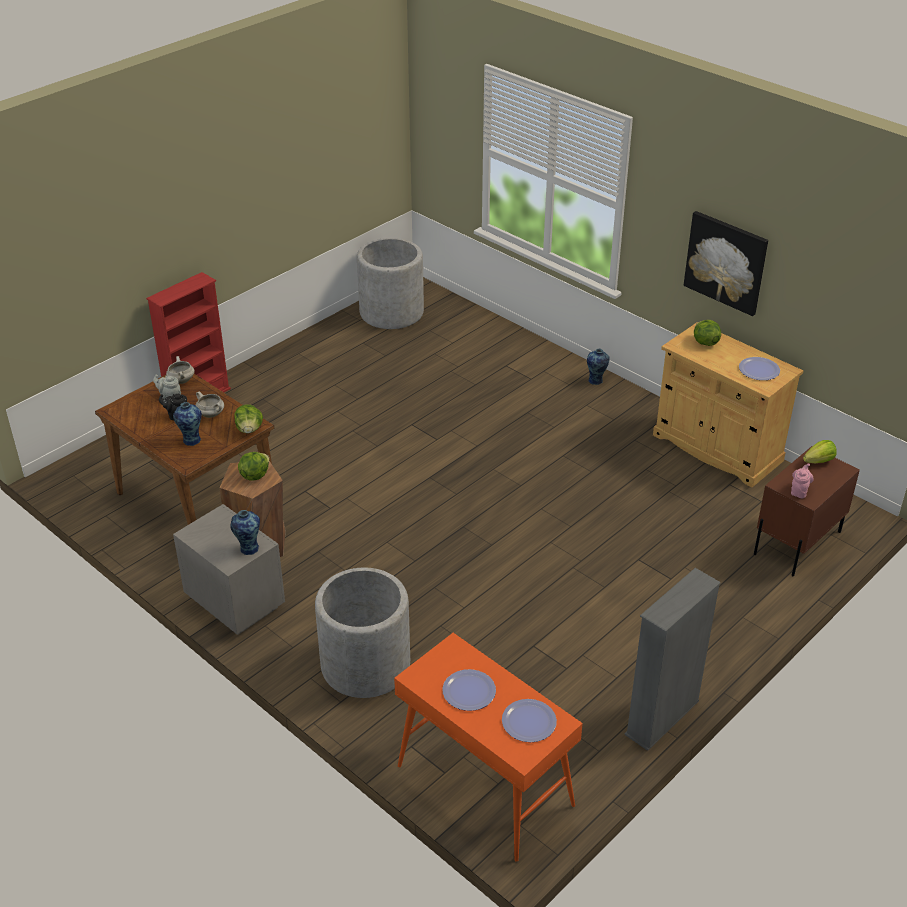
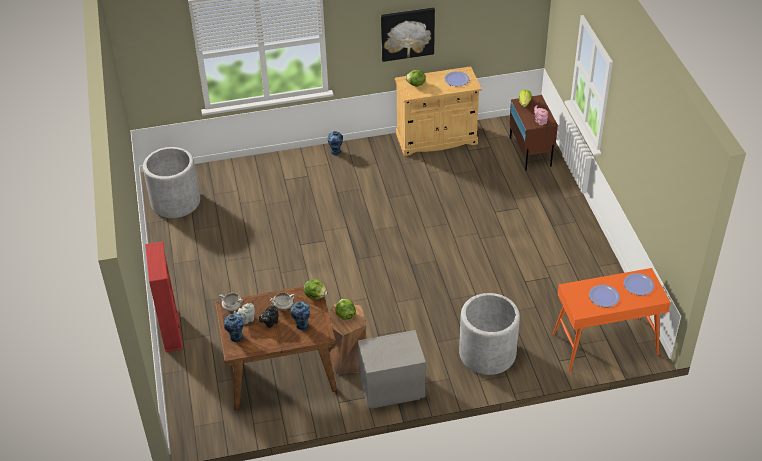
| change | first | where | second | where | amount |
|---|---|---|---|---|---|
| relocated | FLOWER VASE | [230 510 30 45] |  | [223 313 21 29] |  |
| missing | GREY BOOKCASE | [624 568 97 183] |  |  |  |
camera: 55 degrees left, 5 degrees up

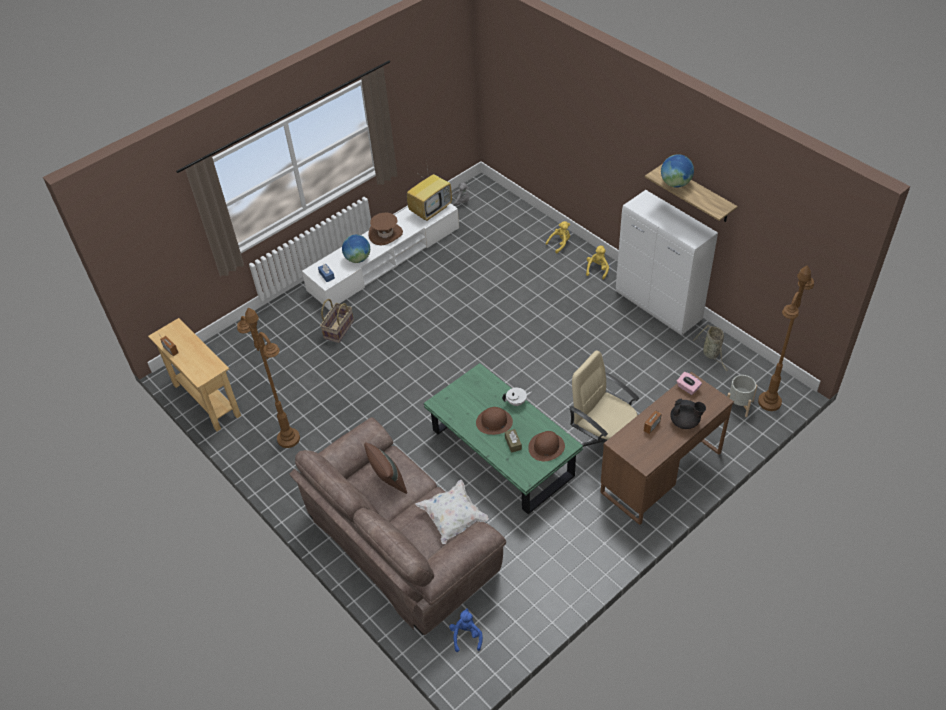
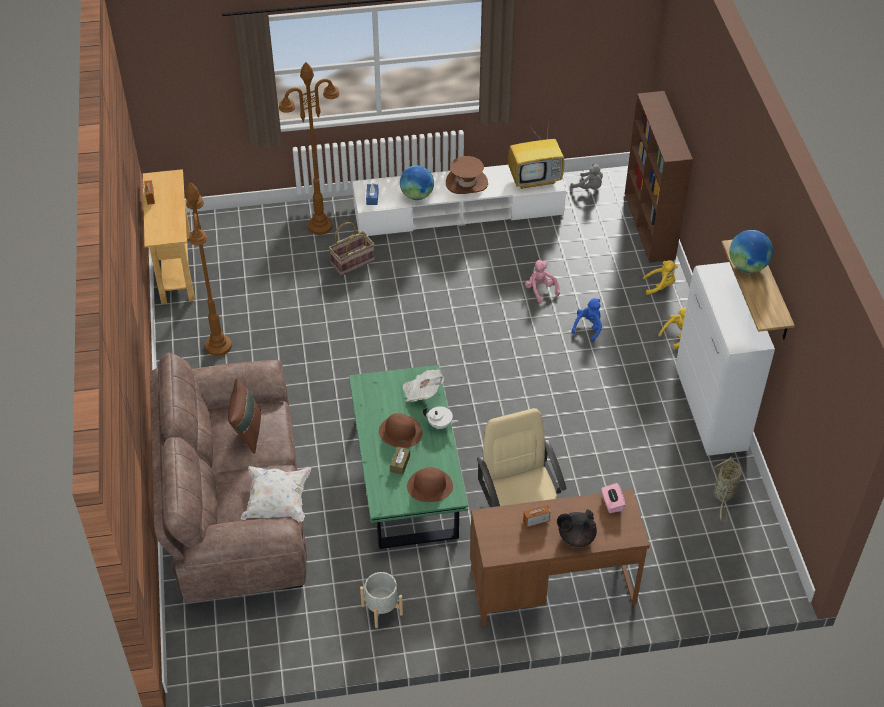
| change | first | where | second | where | amount |
|---|---|---|---|---|---|
| relocated | BROWN-COLOURED STANDARD LAMP | [758 265 56 146] |  | [279 62 61 173] |  |
| relocated | GREY FLOWER POT | [727 375 31 42] |  | [360 572 43 56] |  |
| appeared |  |  | PRINTED PAPER | [403 370 41 32] |  |
| appeared |  |  | PINK SOFT TOY | [525 260 35 43] |  |
| spun | BLACKISH POT FOR TEA | [670 398 36 31] |  | [557 509 40 38] | 120 degrees clockwise |
| relocated | BLUE SOFT TOY | [449 608 34 44] |  | [572 298 30 44] |  |
| appeared |  |  | BROWN-COLOURED BOOKCASE | [625 91 68 172] |  |
camera: 30 degrees right, 0 degrees up

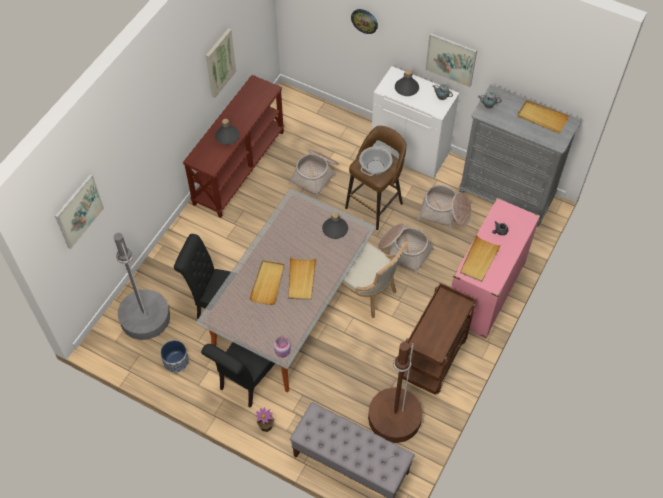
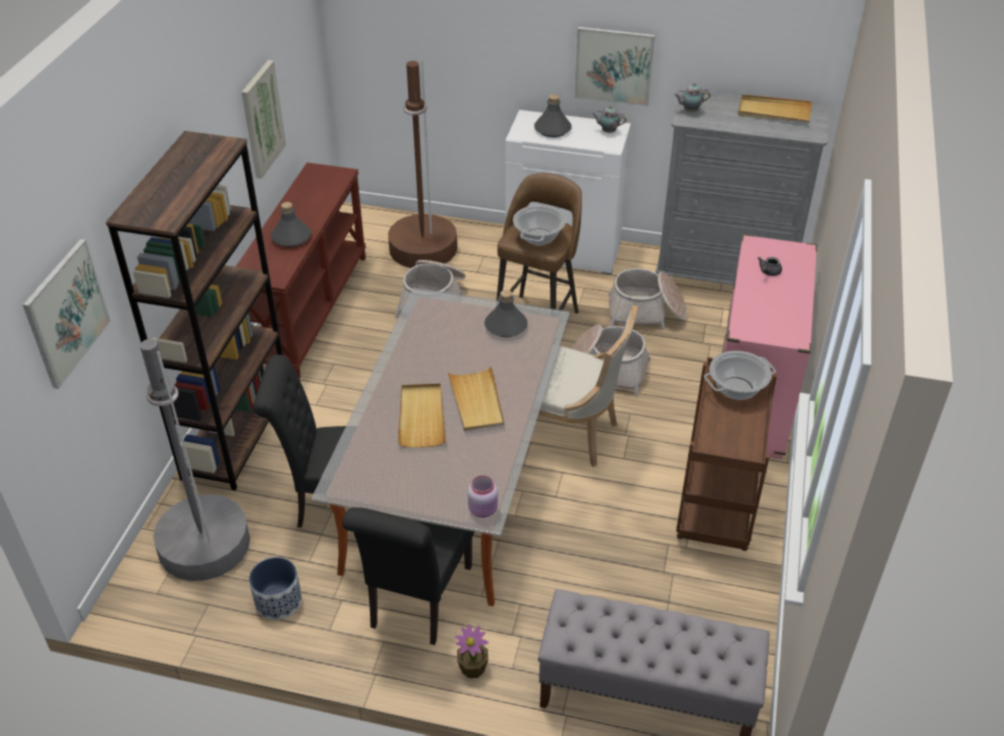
| change | first | where | second | where | amount |
|---|---|---|---|---|---|
| appeared |  |  | BROWN-COLOURED BOOKCASE | [106 131 177 360] |  |
| relocated | BROWN-COLOURED STANDARD LAMP | [368 342 54 101] |  | [388 61 69 207] |  |
| appeared |  |  | COOKING POT | [704 351 72 49] |  |
| missing | CLOCK ON THE WALL | [351 9 27 25] |  |  |  |
| missing | BEIGE-COLOURED SERVING TRAY | [460 235 41 47] |  |  |  |
camera: 15 degrees left, 15 degrees down

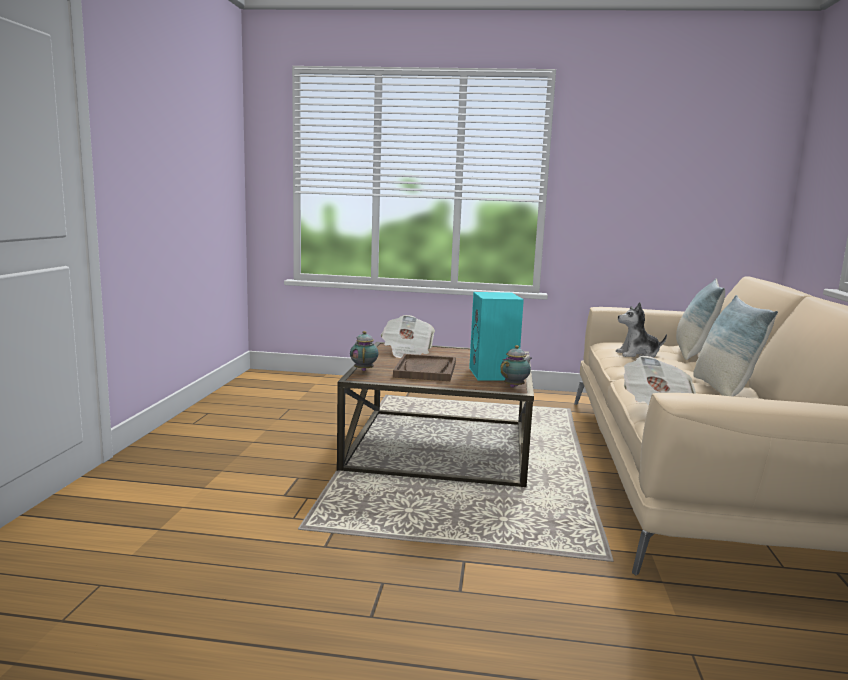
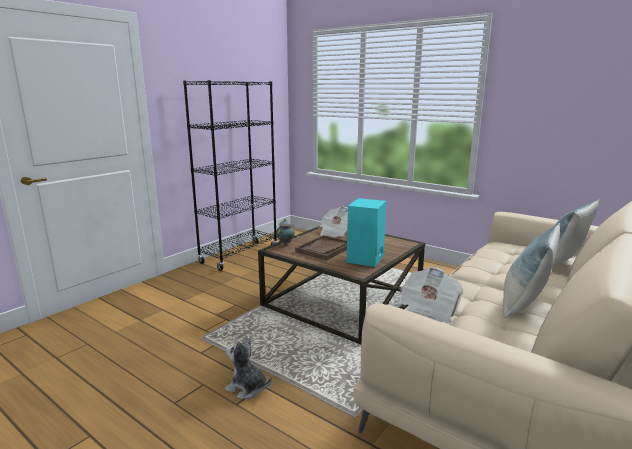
| change | first | where | second | where | amount |
|---|---|---|---|---|---|
| appeared |  |  | BLACKISH BOOKCASE | [183 80 94 191] |  |
| relocated | SOFT TOY | [616 302 51 56] |  | [225 338 47 61] |  |
| missing | POT FOR TEA | [500 345 32 43] |  |  |  |
camera: 30 degrees right, 5 degrees up

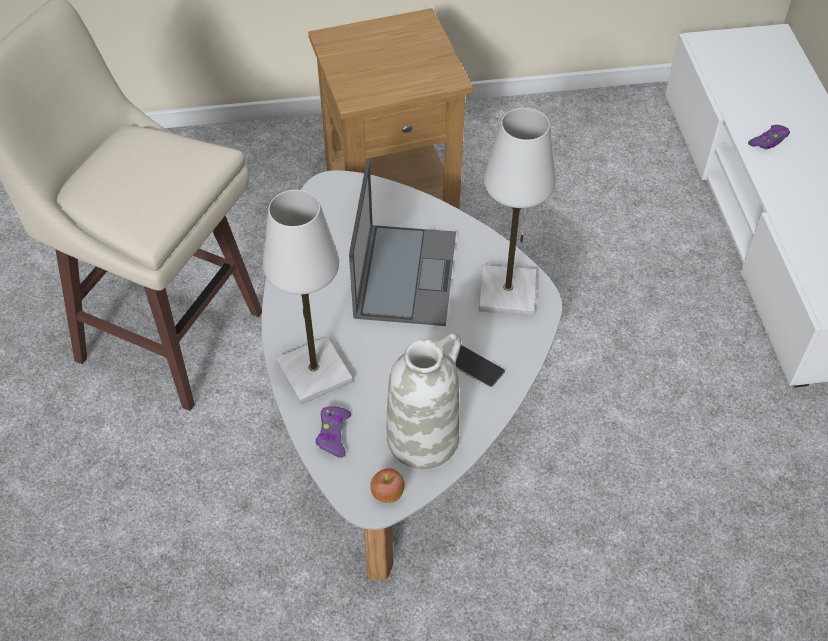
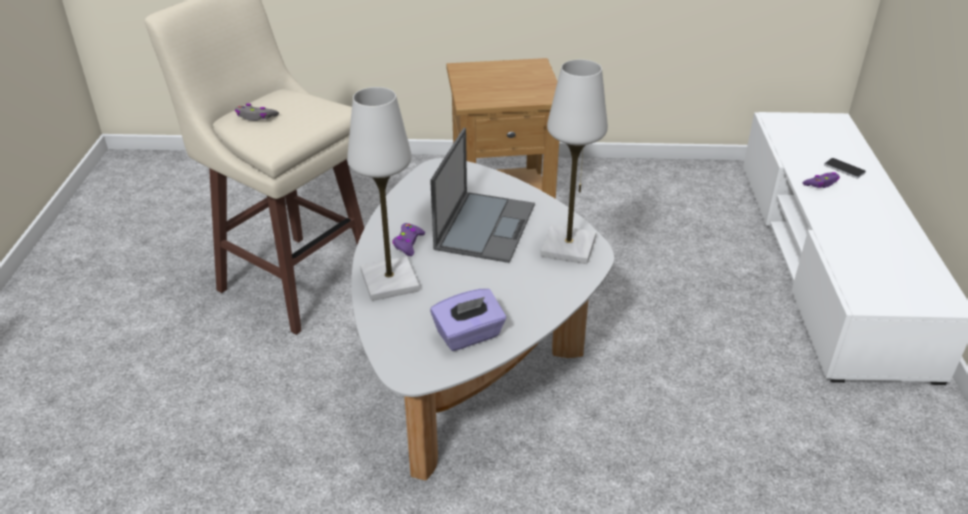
| change | first | where | second | where | amount |
|---|---|---|---|---|---|
| appeared |  |  | GREY GAMEPAD | [235 103 44 18] |  |
| relocated | PURPLE-COLOURED GAMEPAD | [316 406 35 52] |  | [392 223 33 33] |  |
| exchanged | WHITE FLOWER VASE | [387 333 74 136] | PURPLE-COLOURED TISSUE HOLDER | [430 289 76 62] |  |
| relocated | PHONE | [456 345 49 43] |  | [824 158 42 20] |  |
| missing | WHOLE APPLE | [370 468 35 35] |  |  |  |
camera: 10 degrees right, 15 degrees down

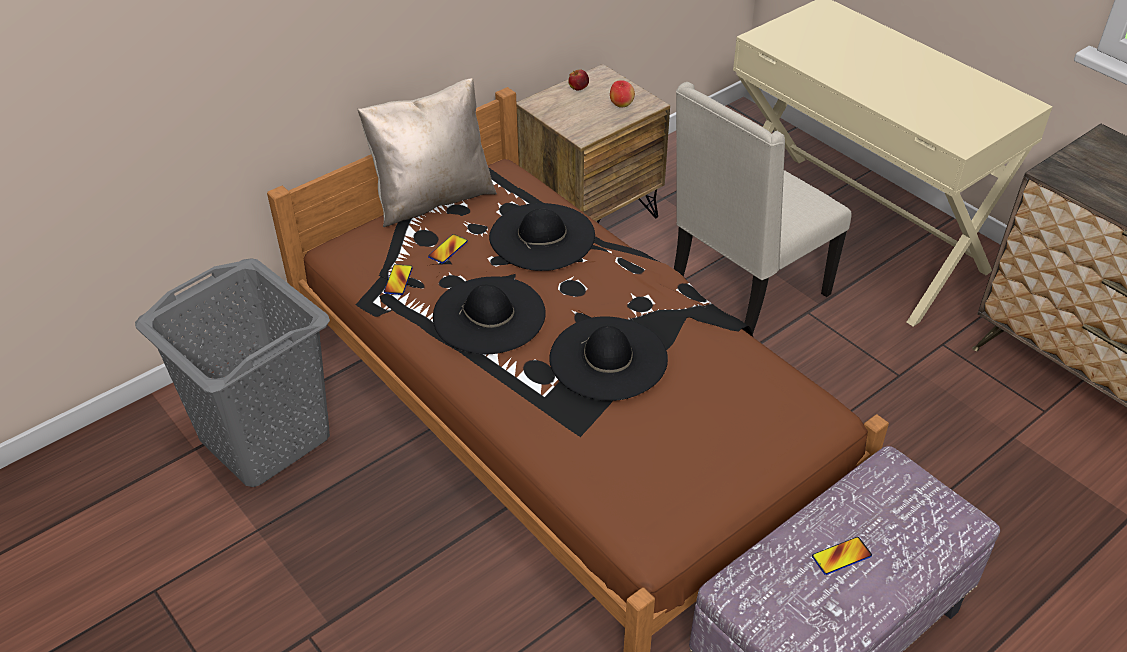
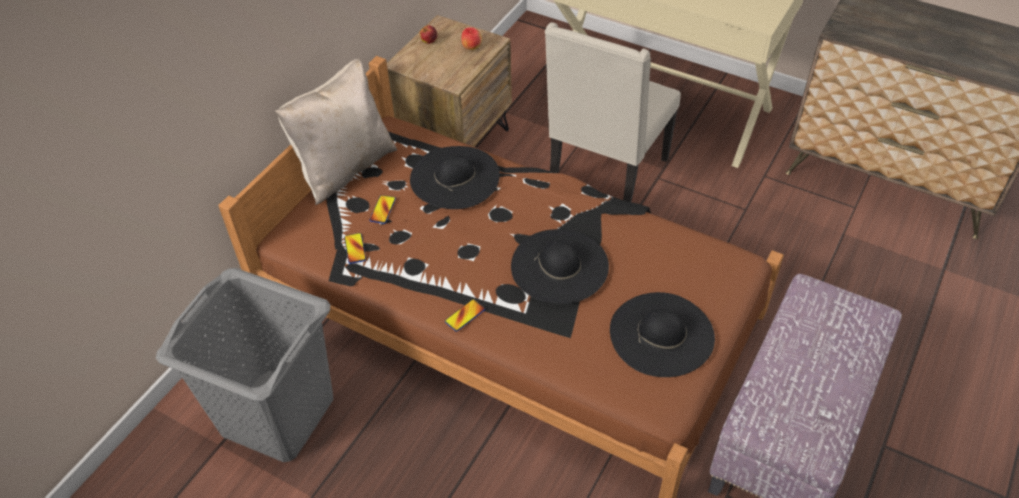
| change | first | where | second | where | amount |
|---|---|---|---|---|---|
| relocated | PHONE | [812 537 60 38] |  | [445 299 40 33] |  |
| relocated | BLACKISH CLOTHING HAT | [433 277 113 77] |  | [610 292 105 85] |  |
camera: 20 degrees left, 5 degrees up

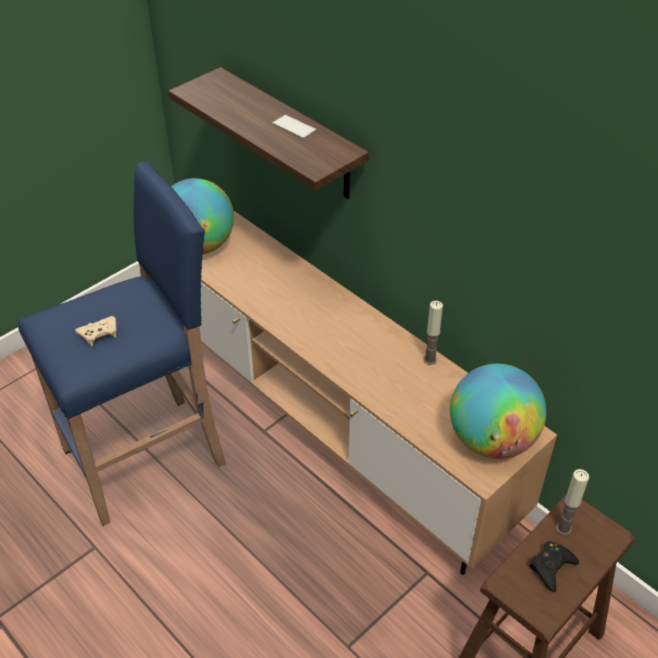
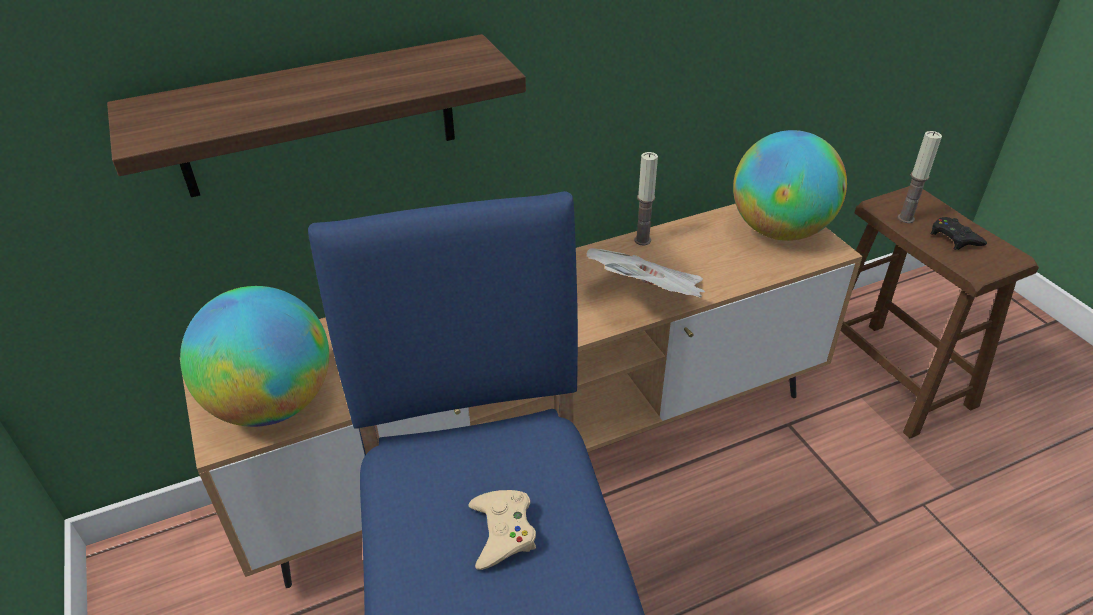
| change | first | where | second | where | amount |
|---|---|---|---|---|---|
| appeared |  |  | PRINTED PAPER | [586 248 119 49] |  |
| missing | PHONE | [272 115 44 23] |  |  |  |
camera: 70 degrees left, 5 degrees down

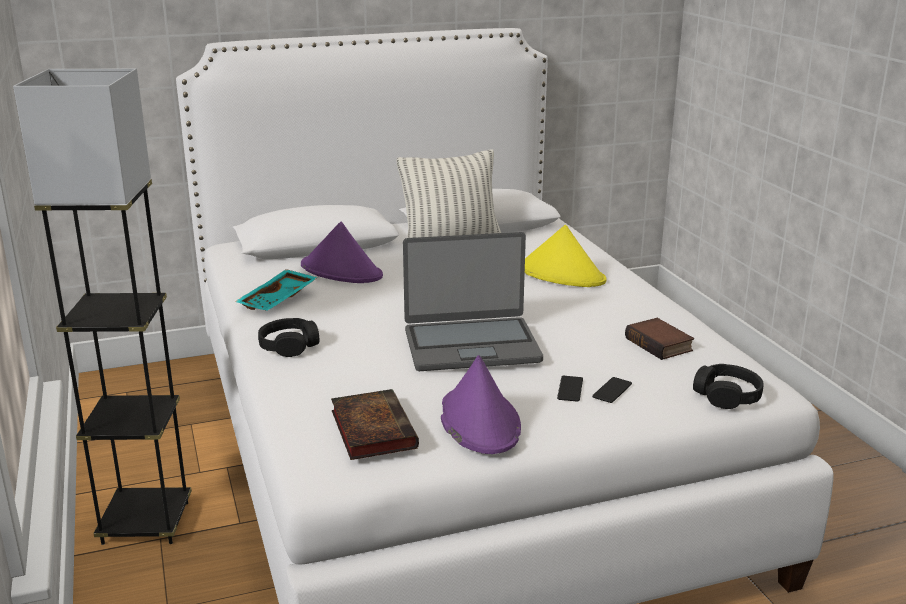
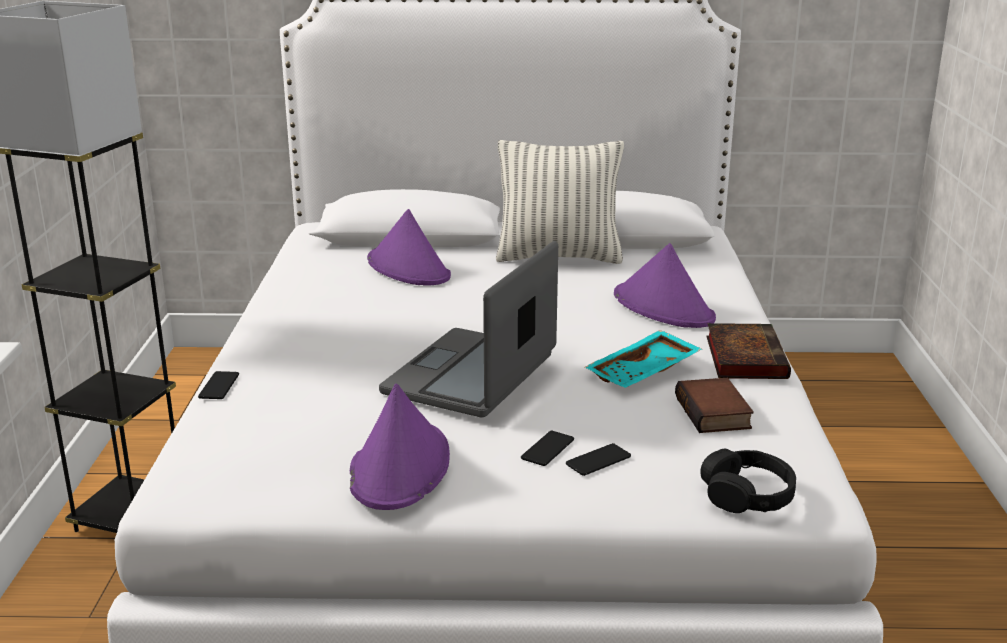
| change | first | where | second | where | amount |
|---|---|---|---|---|---|
| appeared |  |  | PHONE | [198 371 41 28] |  |
| spun | PORTABLE COMPUTER | [403 232 140 139] |  | [379 241 179 177] | 105 degrees clockwise |
| relocated | TURQUOISE-COLOURED SERVING TRAY | [235 269 83 42] |  | [585 330 117 58] |  |
| colour | YELLOW CLOTHING HAT | [525 225 81 62] | PURPLE-COLOURED CLOTHING HAT | [614 243 102 85] |  |
| relocated | BOUND BOOK | [331 389 88 71] |  | [707 323 84 56] |  |
| missing | BLACKISH HEADSET | [258 318 61 39] |  |  |  |
camera: 20 degrees right, 0 degrees up

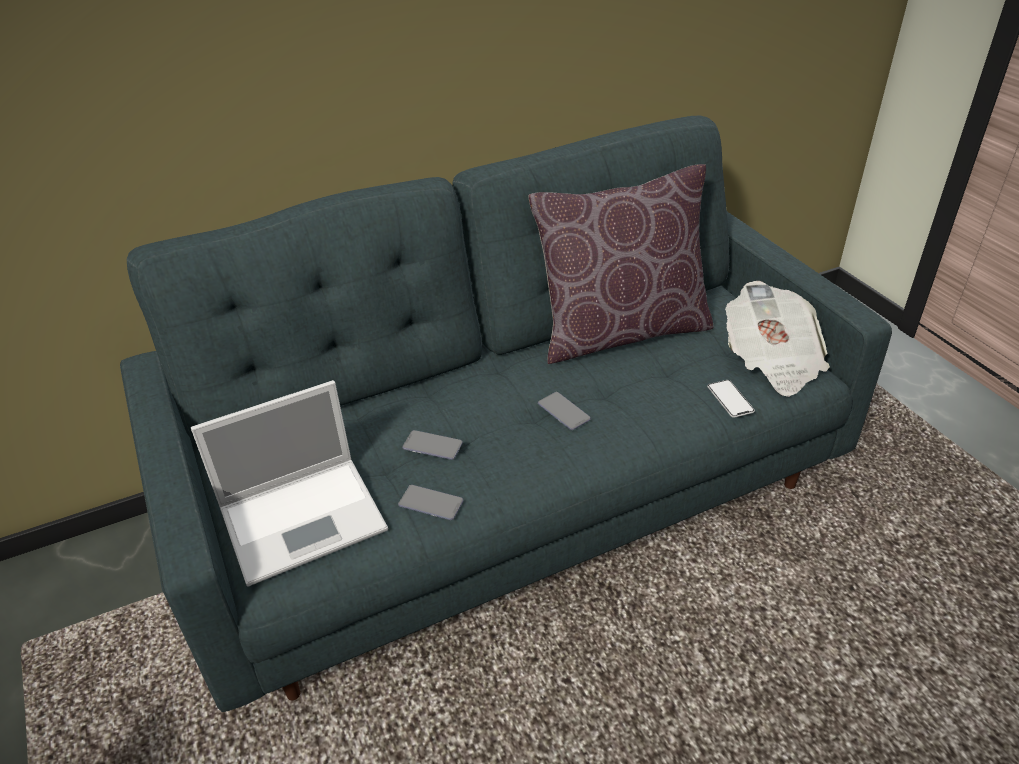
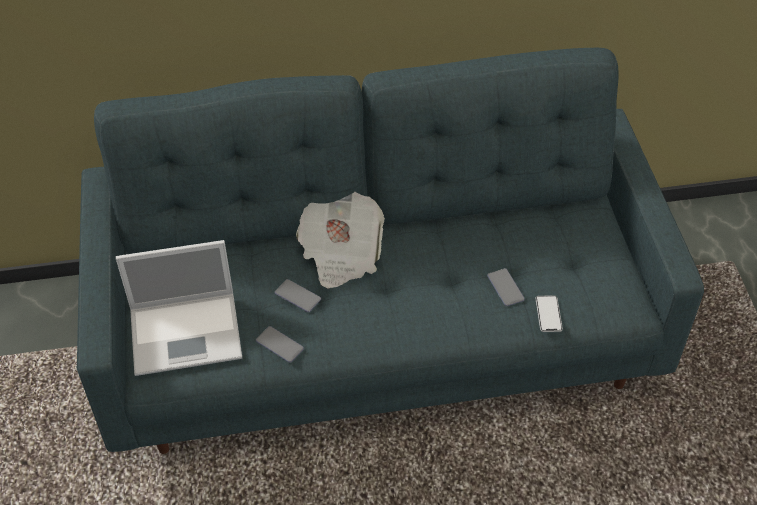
| change | first | where | second | where | amount |
|---|---|---|---|---|---|
| relocated | PRINTED PAPER | [725 281 105 116] |  | [296 192 89 97] |  |
| relocated | PHONE | [538 392 53 38] |  | [487 268 38 38] |  |
| missing | BROWN-COLOURED CUSHION | [529 164 184 200] |  |  |  |
camera: 15 degrees right, 10 degrees up

